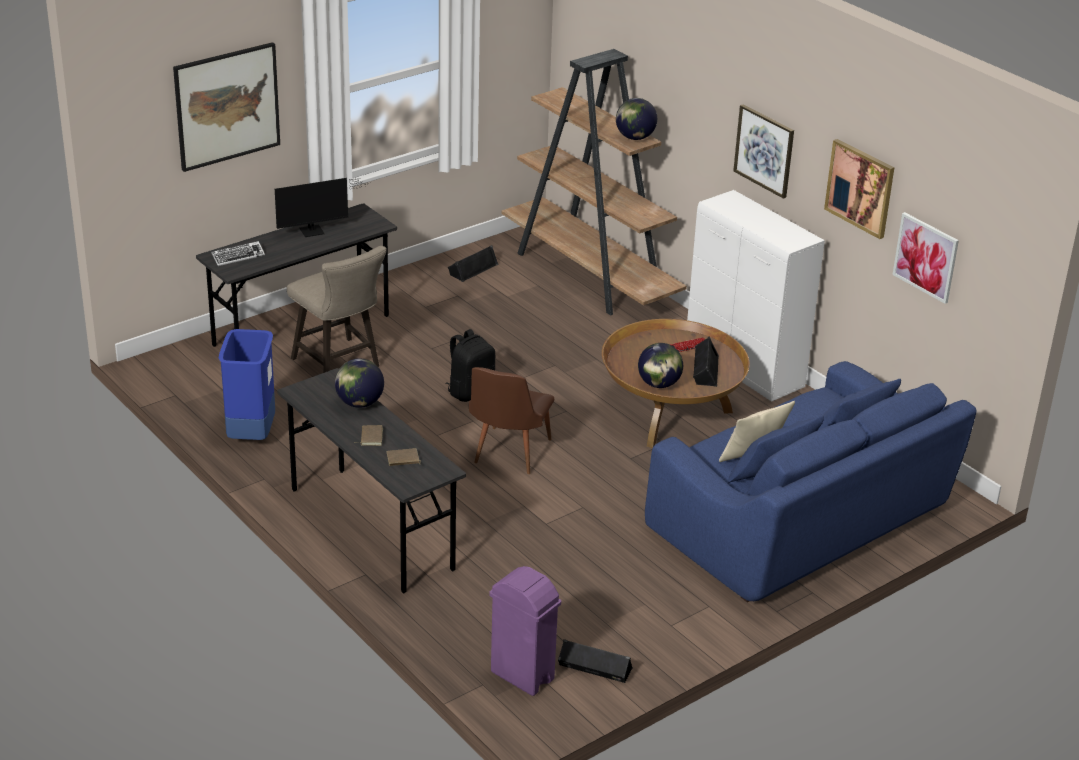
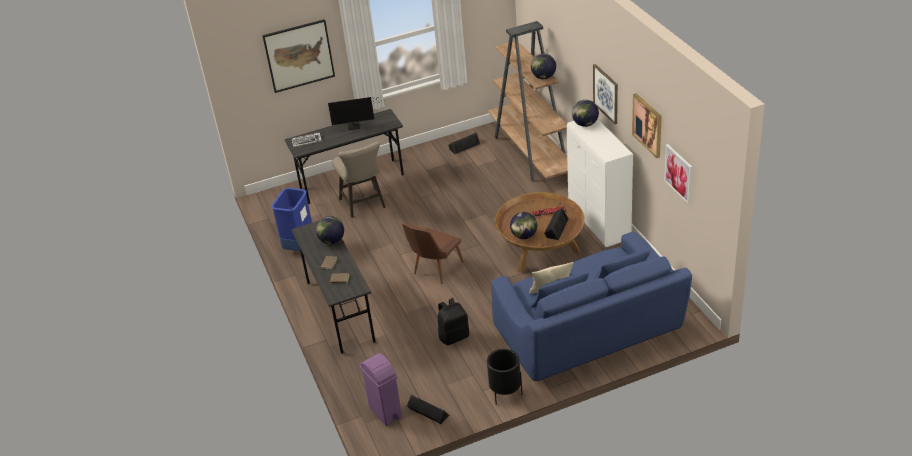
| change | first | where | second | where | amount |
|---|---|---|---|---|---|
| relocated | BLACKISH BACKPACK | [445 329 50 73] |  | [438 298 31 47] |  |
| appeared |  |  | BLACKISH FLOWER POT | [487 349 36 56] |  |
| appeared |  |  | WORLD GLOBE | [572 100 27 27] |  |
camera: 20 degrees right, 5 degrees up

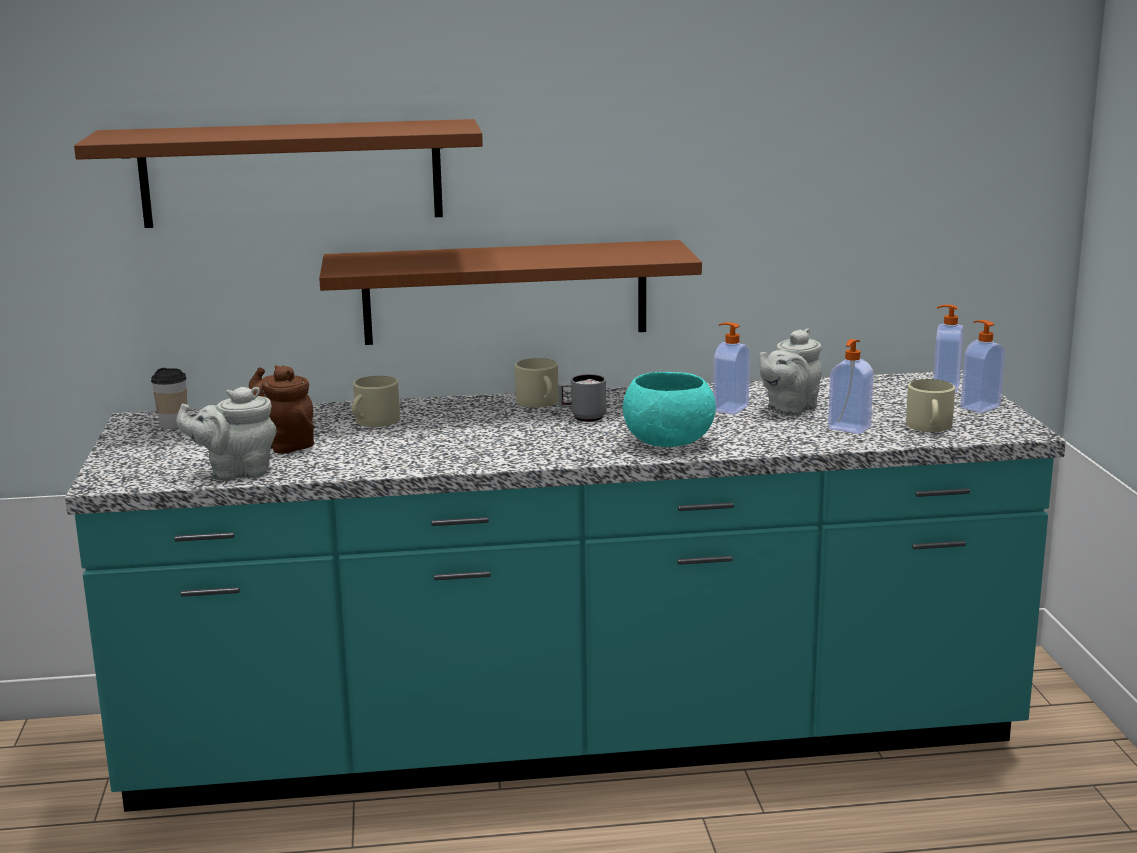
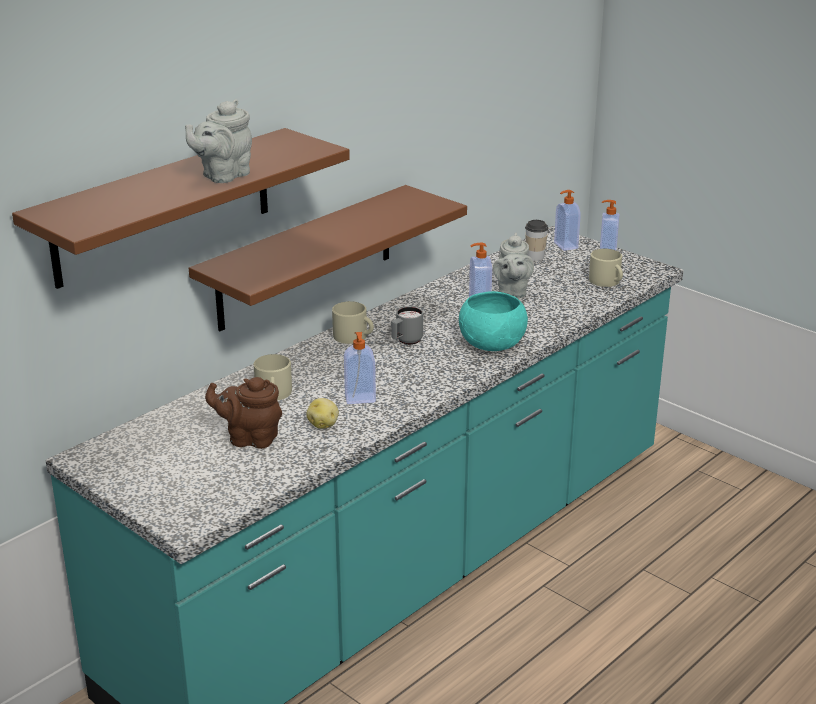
| change | first | where | second | where | amount |
|---|---|---|---|---|---|
| relocated | GREY POT FOR TEA | [176 387 101 94] |  | [185 99 67 84] |  |
| appeared |  |  | POTATO | [306 398 33 31] |  |
| relocated | LIQUID SOAP BOTTLE | [828 339 46 95] |  | [344 332 32 72] |  |
| relocated | CUP | [151 368 36 61] |  | [525 220 23 41] |  |
camera: 40 degrees left, 10 degrees up

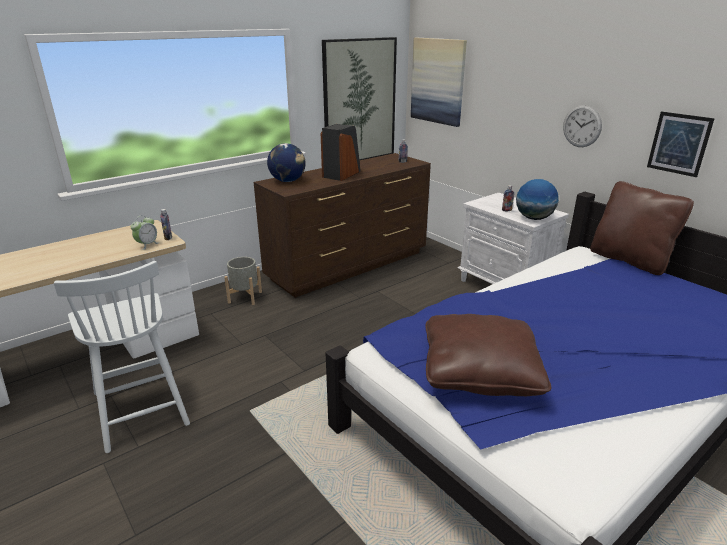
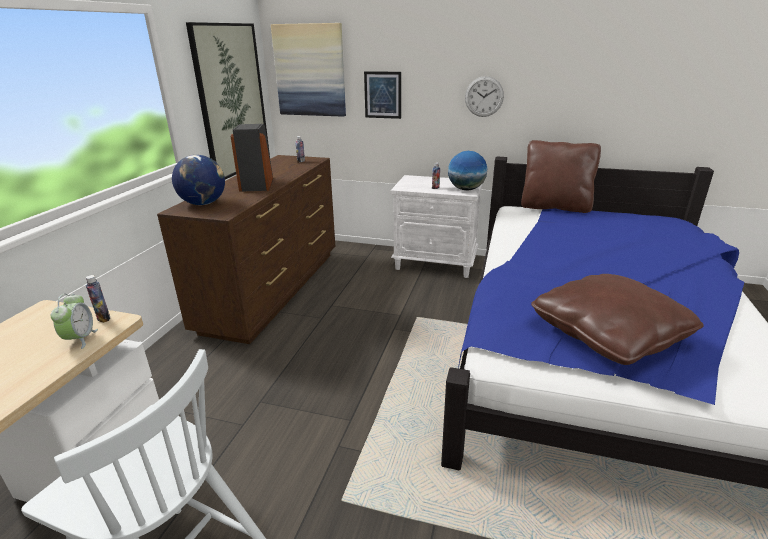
| change | first | where | second | where | amount |
|---|---|---|---|---|---|
| relocated | WALL ART | [647 111 68 66] |  | [364 71 37 48] |  |
| missing | GREY FLOWER POT | [224 257 38 48] |  |  |  |
camera: 35 degrees left, 0 degrees up

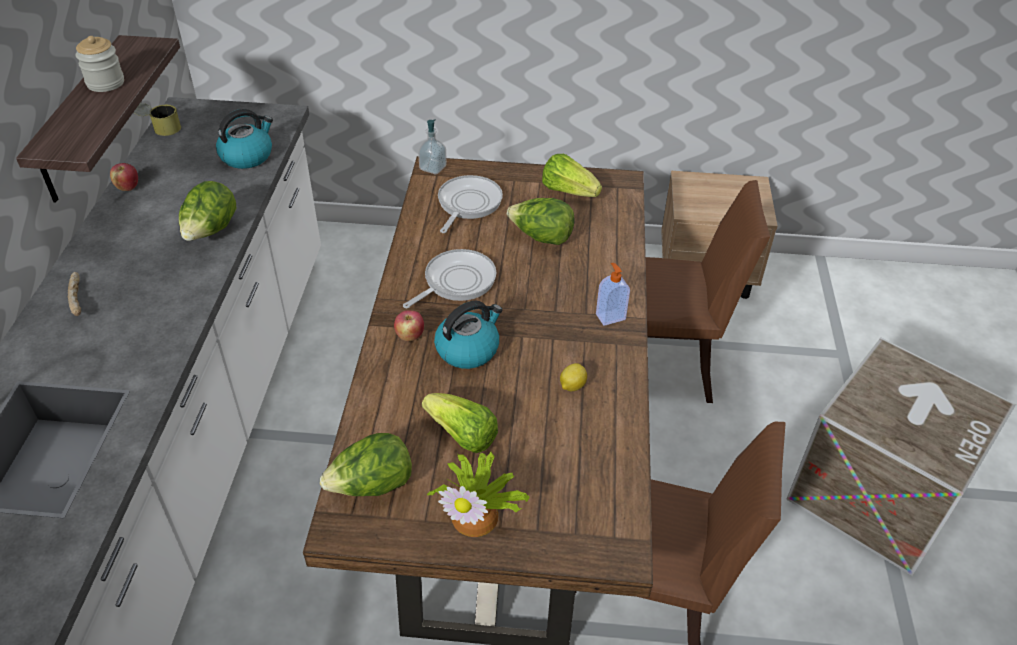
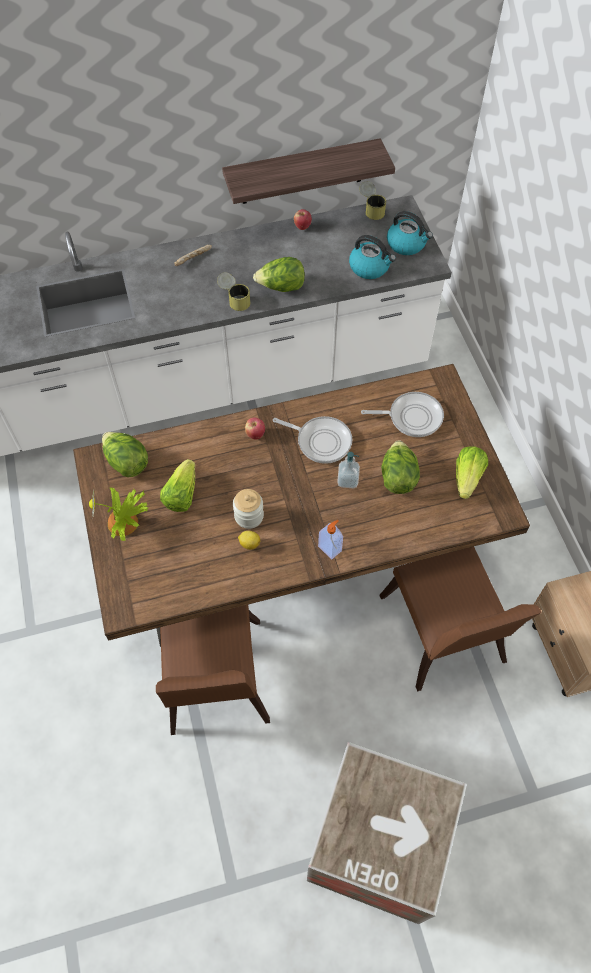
| change | first | where | second | where | amount |
|---|---|---|---|---|---|
| appeared |  |  | SEALED CAN | [217 272 33 39] |  |
| relocated | JAR | [76 36 48 56] |  | [233 489 31 40] |  |
| relocated | LIQUID SOAP BOTTLE | [418 119 29 55] |  | [337 452 23 36] |  |
| relocated | KETTLE | [434 301 68 68] |  | [387 211 46 44] |  |
camera: 70 degrees right, 15 degrees up

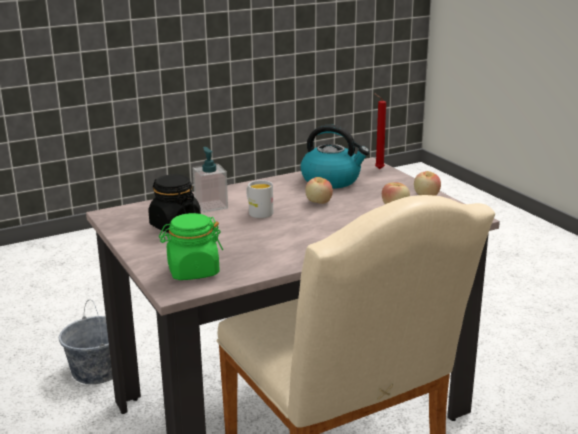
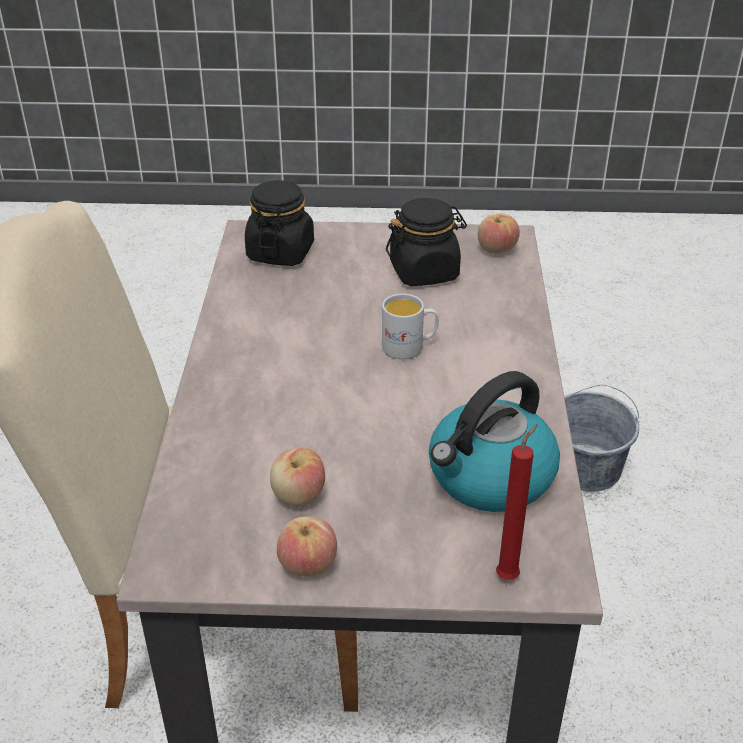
| change | first | where | second | where | amount |
|---|---|---|---|---|---|
| colour | GREENISH JAR | [159 213 64 67] | BLACKISH JAR | [245 180 69 86] |  |
| relocated | WHOLE APPLE | [305 177 28 27] |  | [478 214 42 40] |  |
| missing | LIQUID SOAP BOTTLE | [193 147 35 66] |  |  |  |
camera: 120 degrees right, 15 degrees up

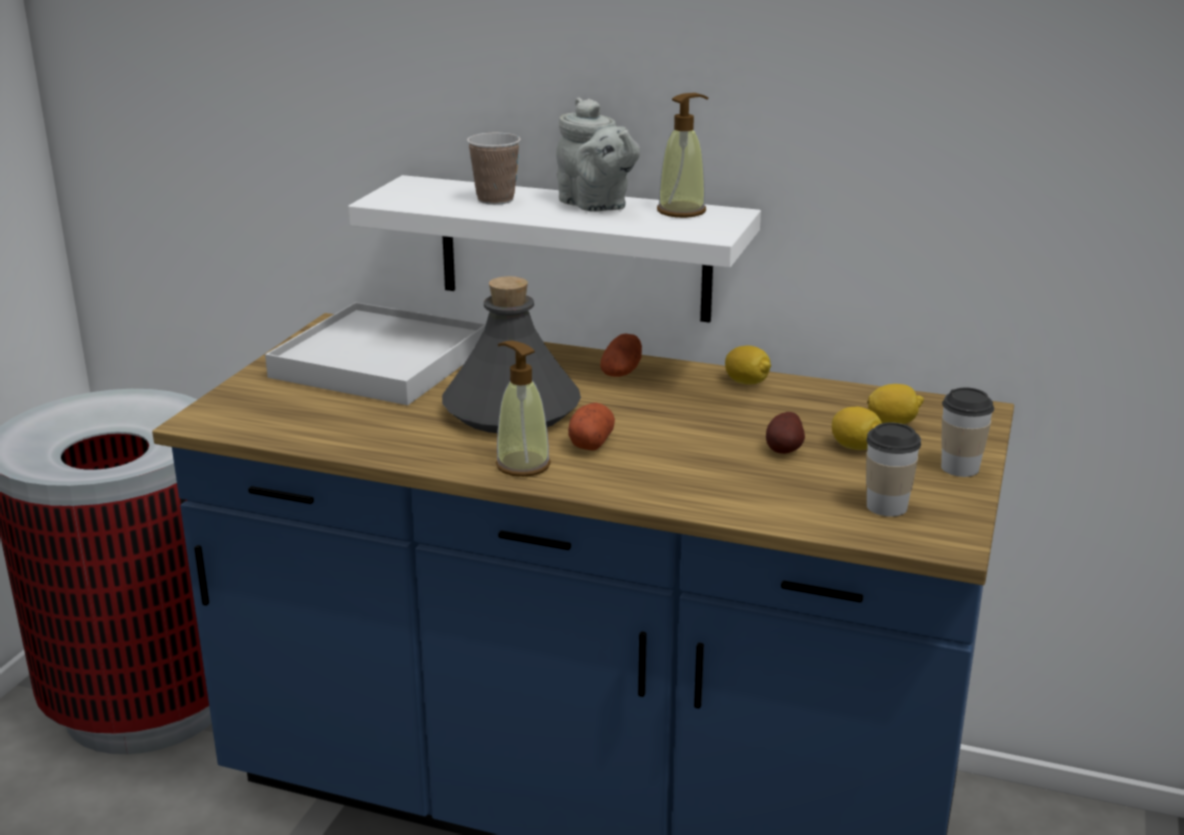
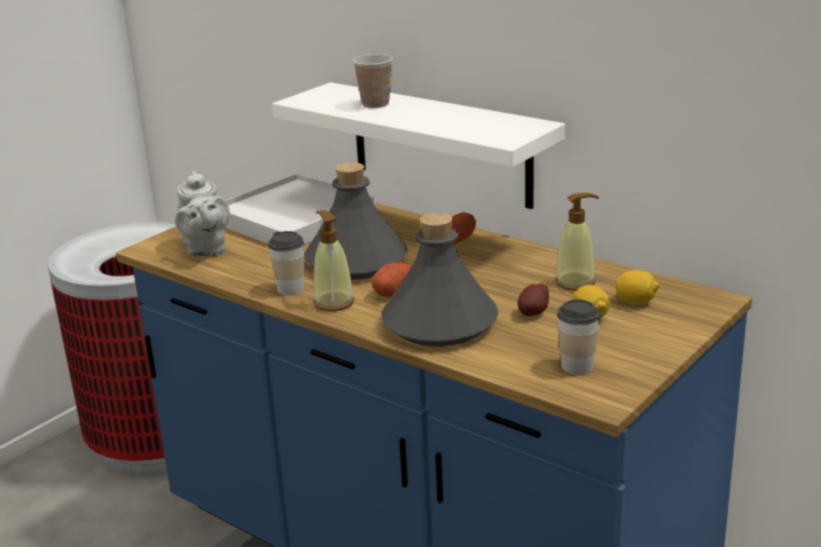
| change | first | where | second | where | amount |
|---|---|---|---|---|---|
| relocated | GREY POT FOR TEA | [556 97 84 115] |  | [175 171 55 86] |  |
| relocated | CUP | [941 388 53 89] |  | [268 231 36 64] |  |
| appeared |  |  | GREY DRINK BOTTLE | [381 213 118 133] |  |
| relocated | LIQUID SOAP BOTTLE | [657 93 52 125] |  | [555 193 44 98] |  |
| missing | CITRUS FRUIT | [725 345 46 40] |  |  |  |
camera: 20 degrees right, 0 degrees up

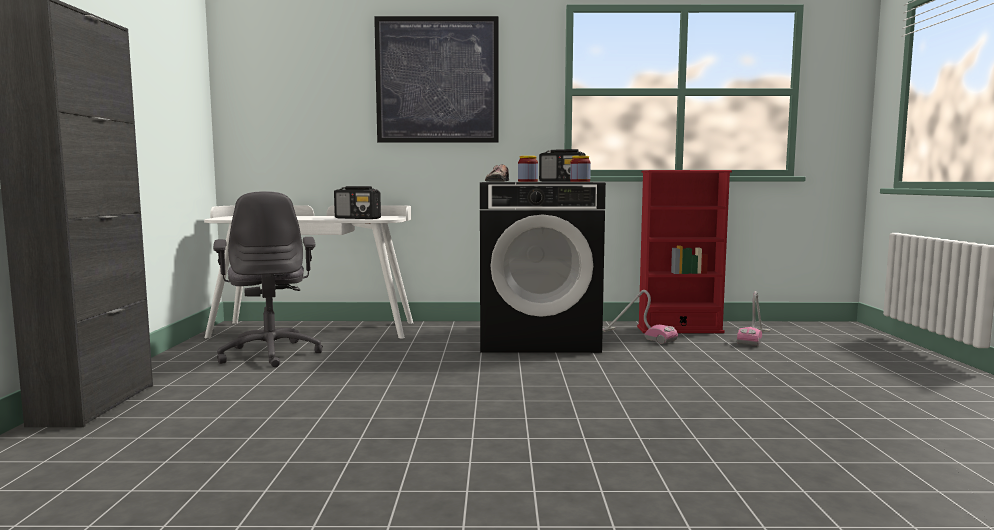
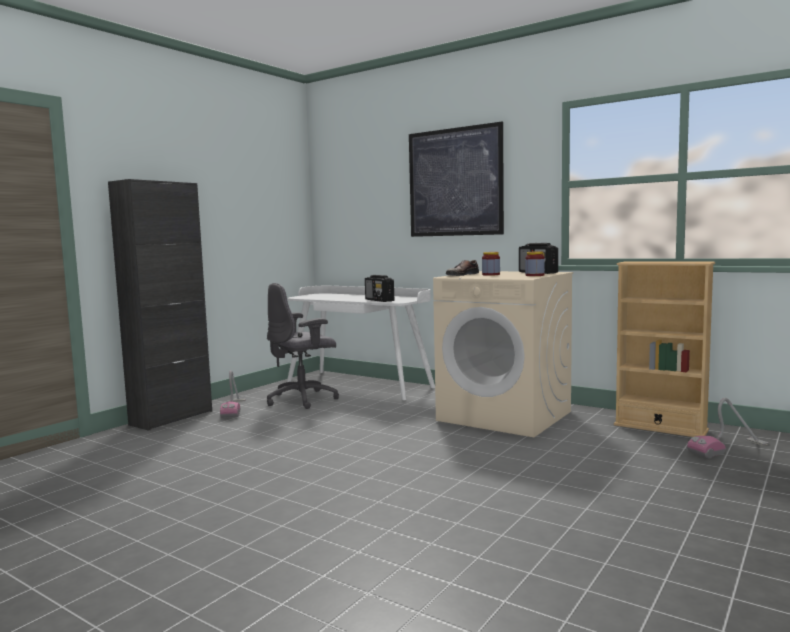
| change | first | where | second | where | amount |
|---|---|---|---|---|---|
| relocated | HOOVER | [603 290 75 54] |  | [220 370 26 48] |  |
| spun | GREY DESK CHAIR | [213 191 110 176] |  | [267 283 72 126] | 45 degrees clockwise |
| colour | BLACKISH LAUNDRY APPLIANCE | [480 182 126 171] | BEIGE-COLOURED LAUNDRY APPLIANCE | [433 271 140 166] |  |
| colour | RED BOOKCASE | [637 170 95 163] | BEIGE-COLOURED BOOKCASE | [614 261 101 176] |  |
camera: 35 degrees right, 0 degrees up

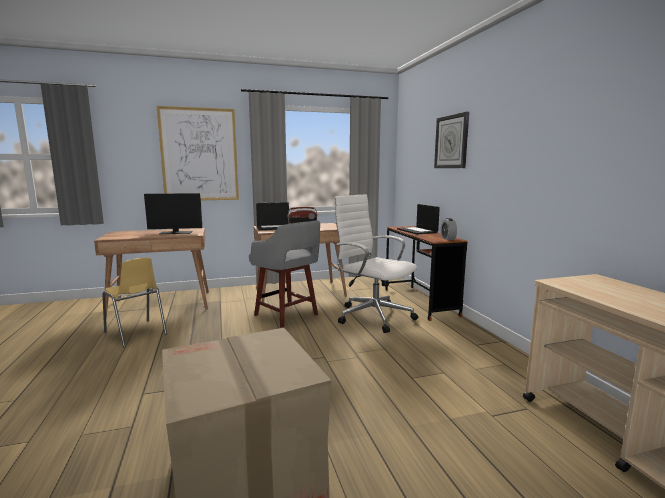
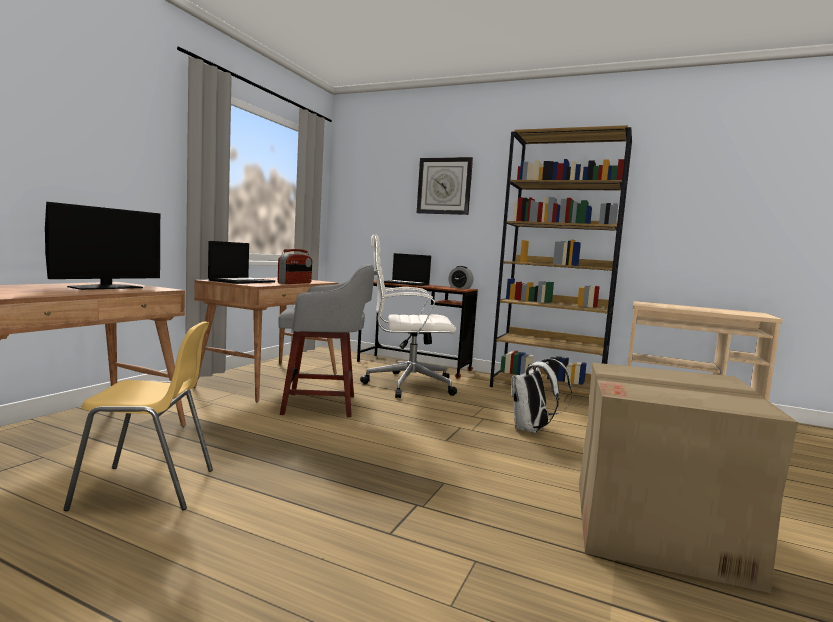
| change | first | where | second | where | amount |
|---|---|---|---|---|---|
| appeared |  |  | BROWN-COLOURED BOOKCASE | [490 125 142 270] |  |
| appeared |  |  | WHITE BACKPACK | [511 359 61 74] |  |
| missing | WALL ART | [157 106 82 94] |  |  |  |
camera: 50 degrees left, 5 degrees down

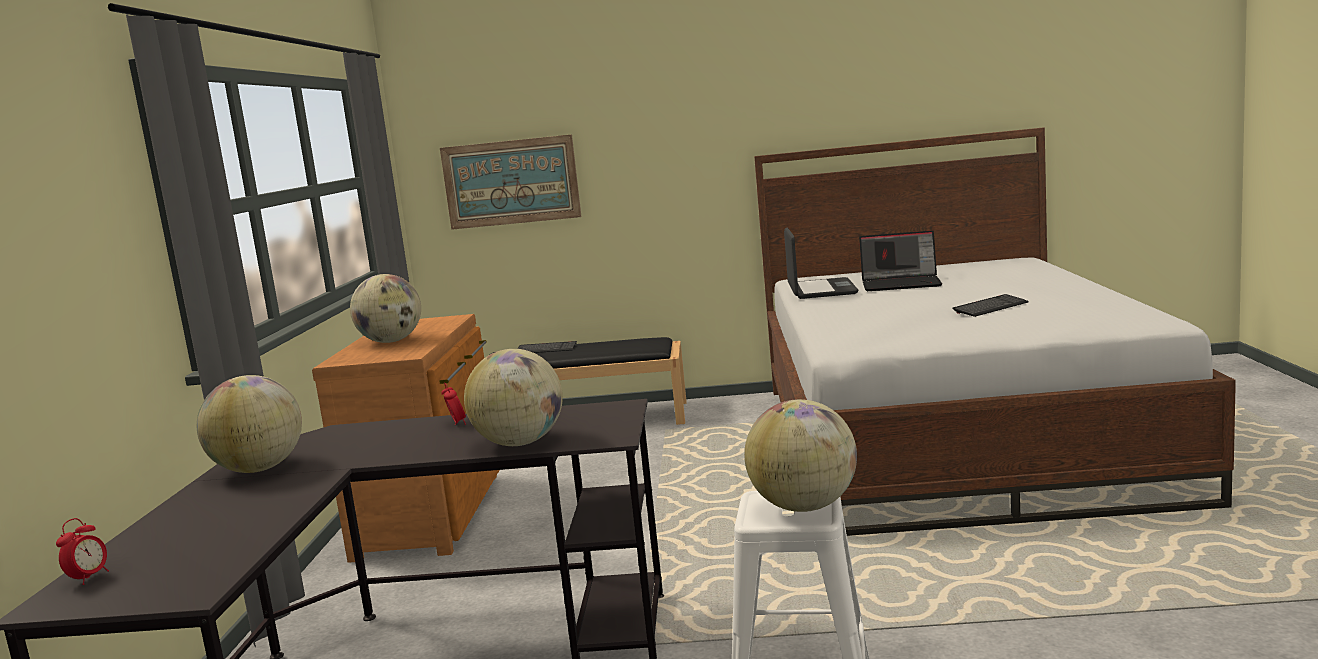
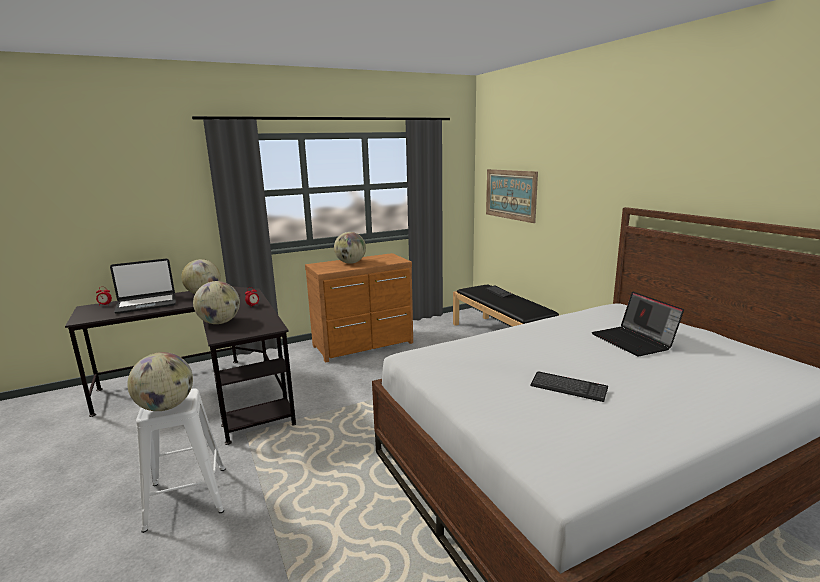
| change | first | where | second | where | amount |
|---|---|---|---|---|---|
| relocated | PORTABLE COMPUTER | [784 227 74 72] |  | [110 259 66 55] |  |
camera: 60 degrees right, 5 degrees up

